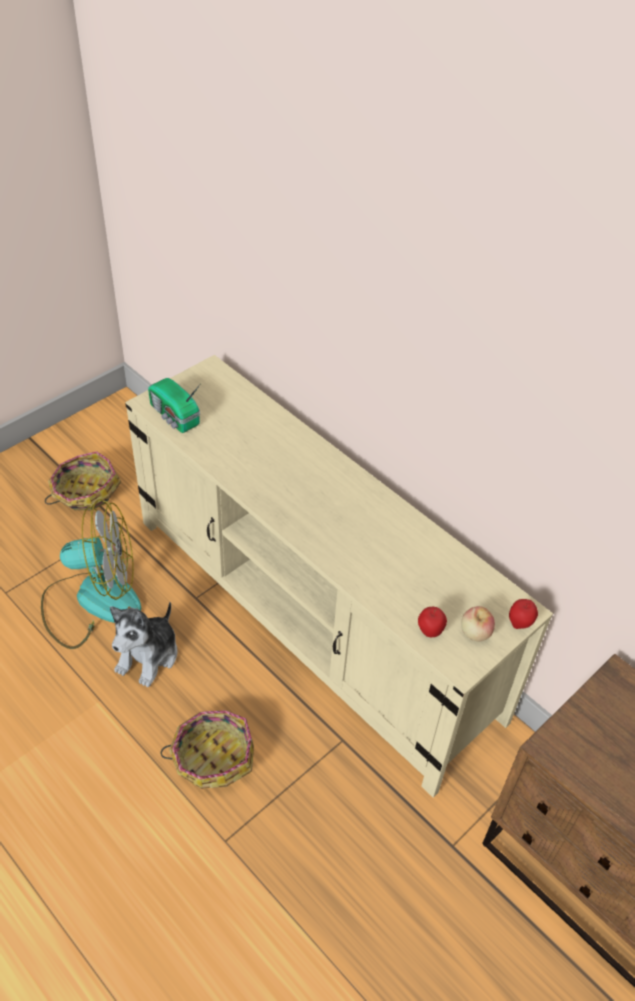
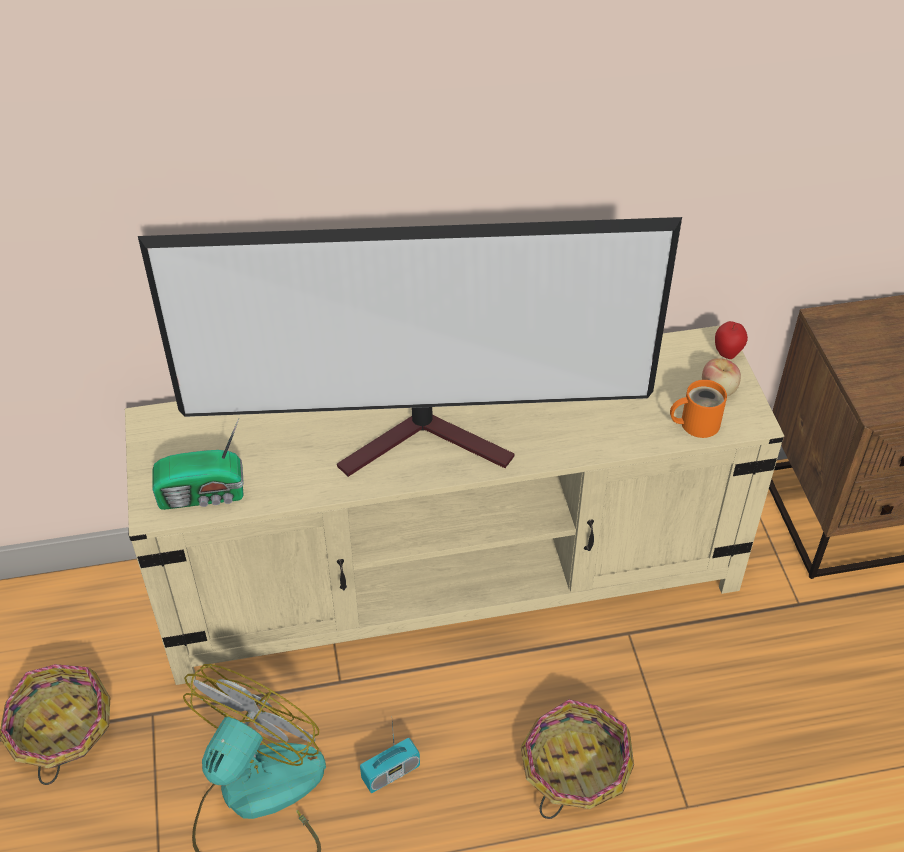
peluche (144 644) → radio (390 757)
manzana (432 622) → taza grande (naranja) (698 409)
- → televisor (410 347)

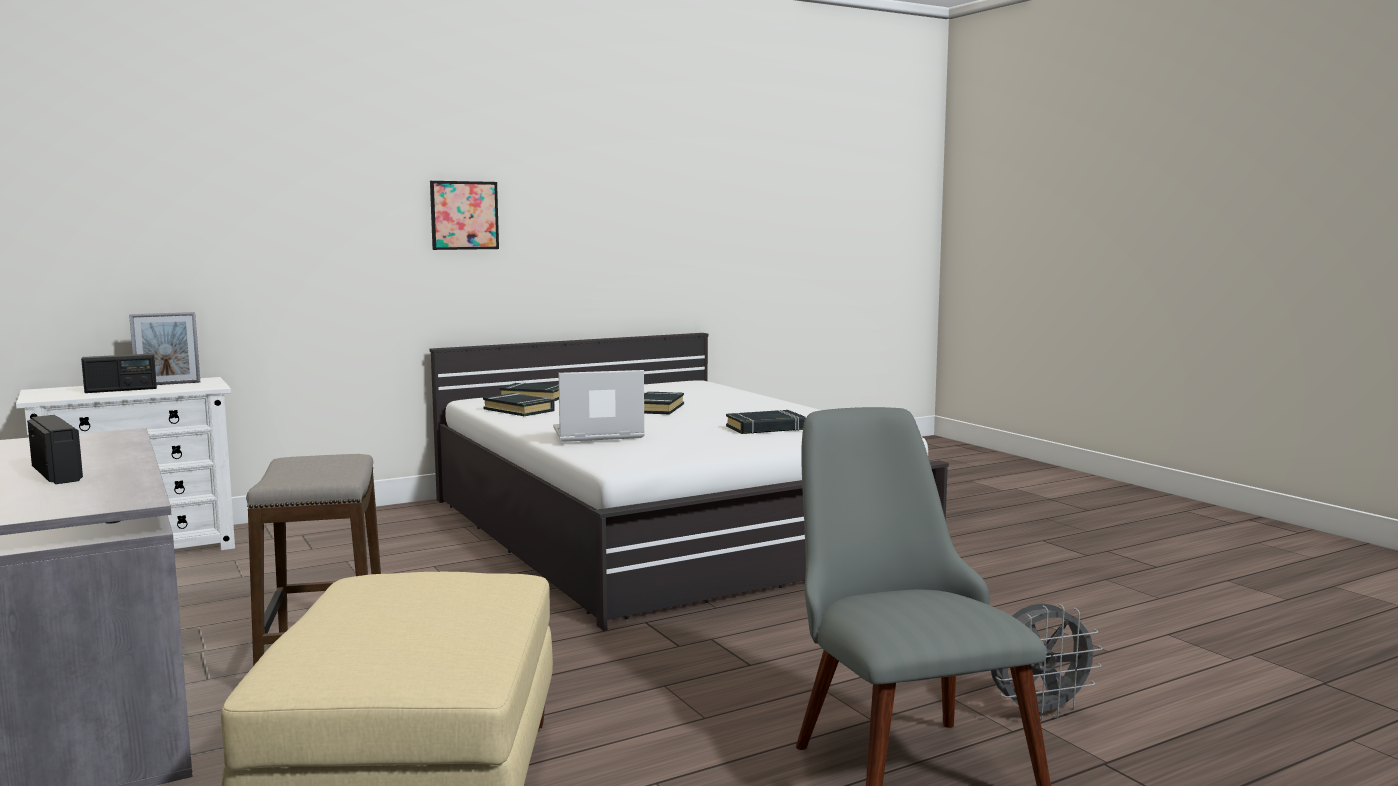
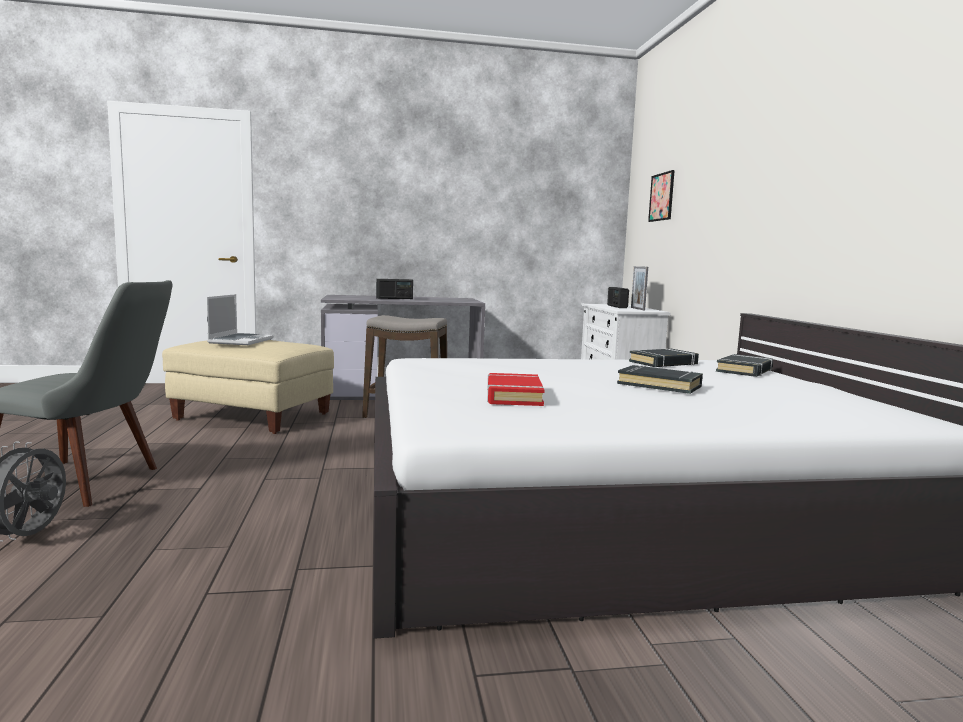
cuadro (464 215) → cuadro (661 196), shifted
portátil (599 406) → portátil (240 319), shifted
libro (negro) (766 422) → libro (rojo) (516 389)

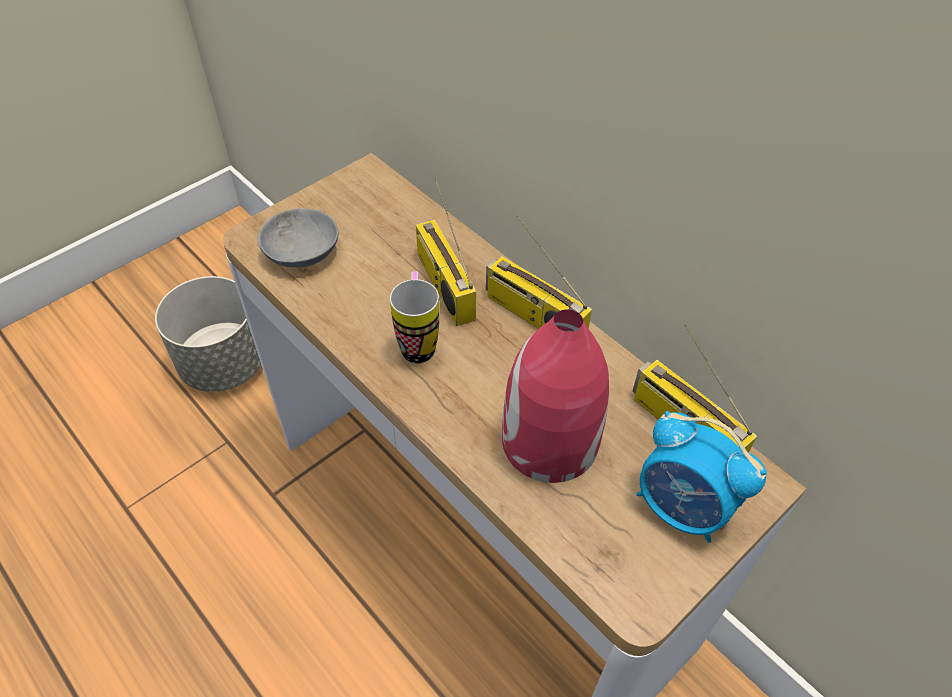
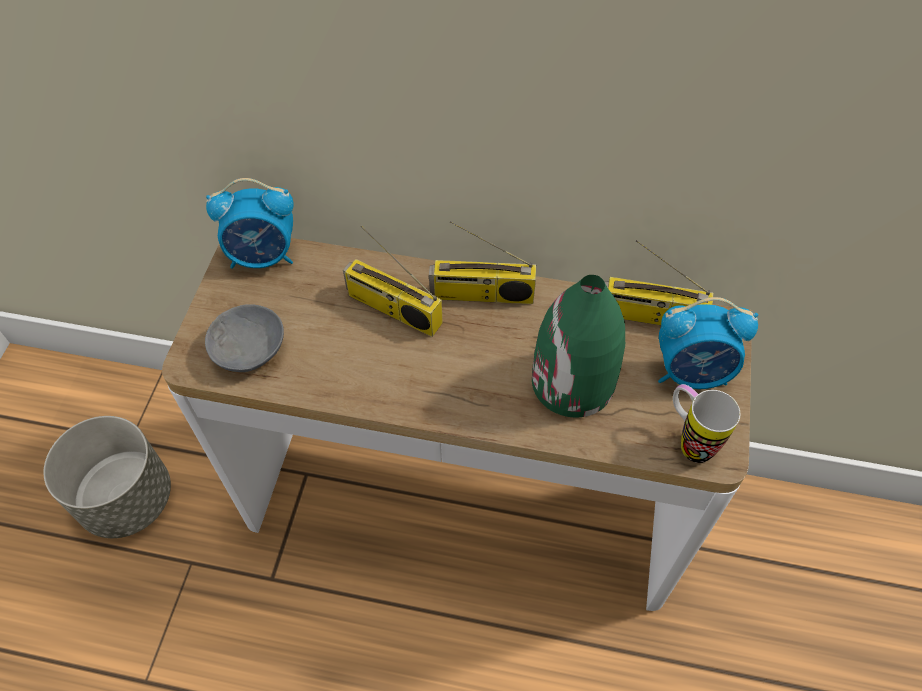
taza grande (414 317) → taza grande (706 423), shifted
florero (rojo) (555 396) → florero (verde) (578 346)
- → despertador (249 223)

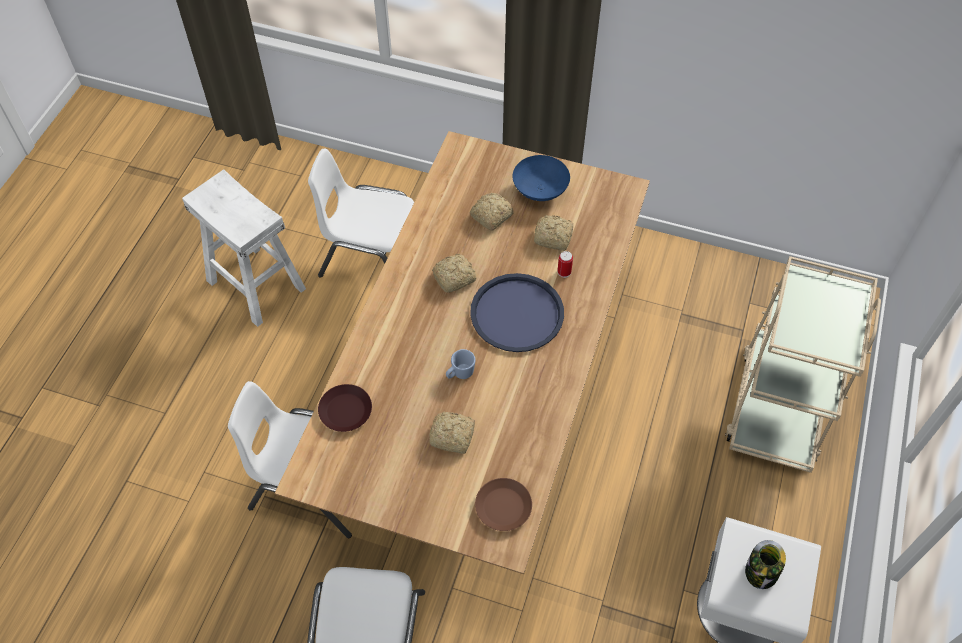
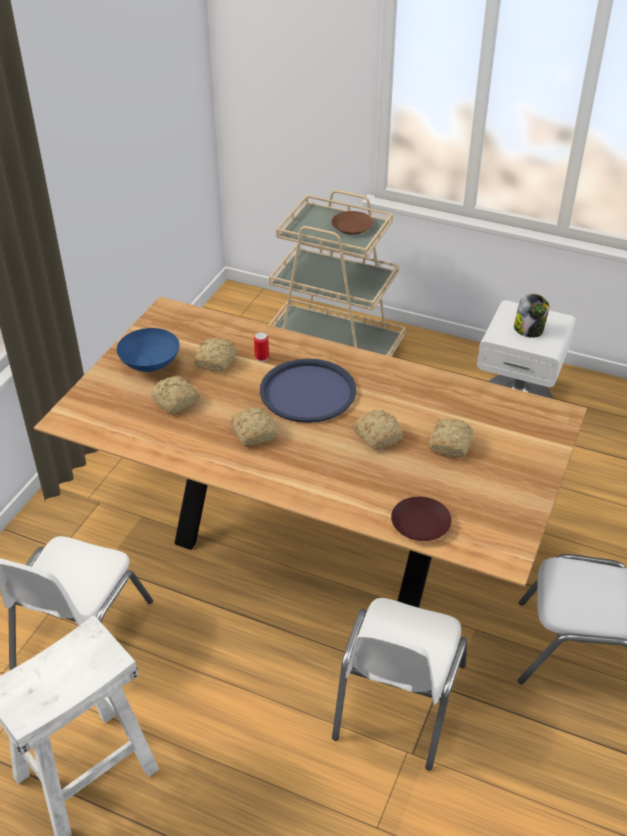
taza grande (azul) (460 364) → pan (378 430)
plato (marrón) (503 504) → plato (marrón) (352 223), shifted

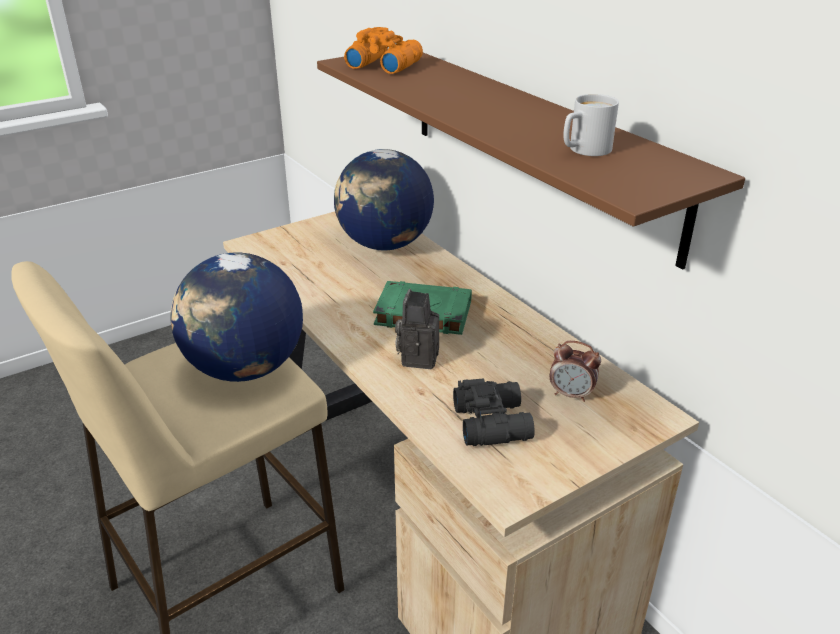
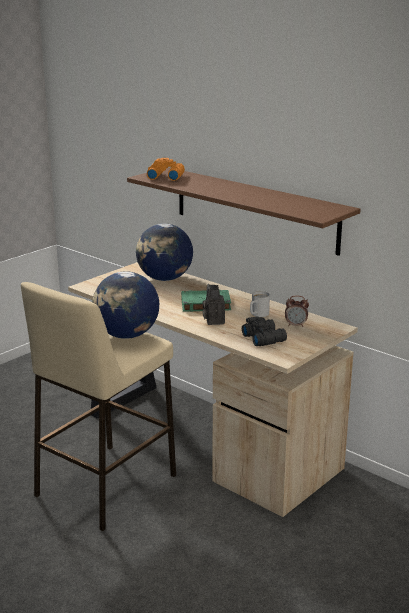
taza grande (blanco) (591 125) → taza grande (blanco) (260 304), shifted

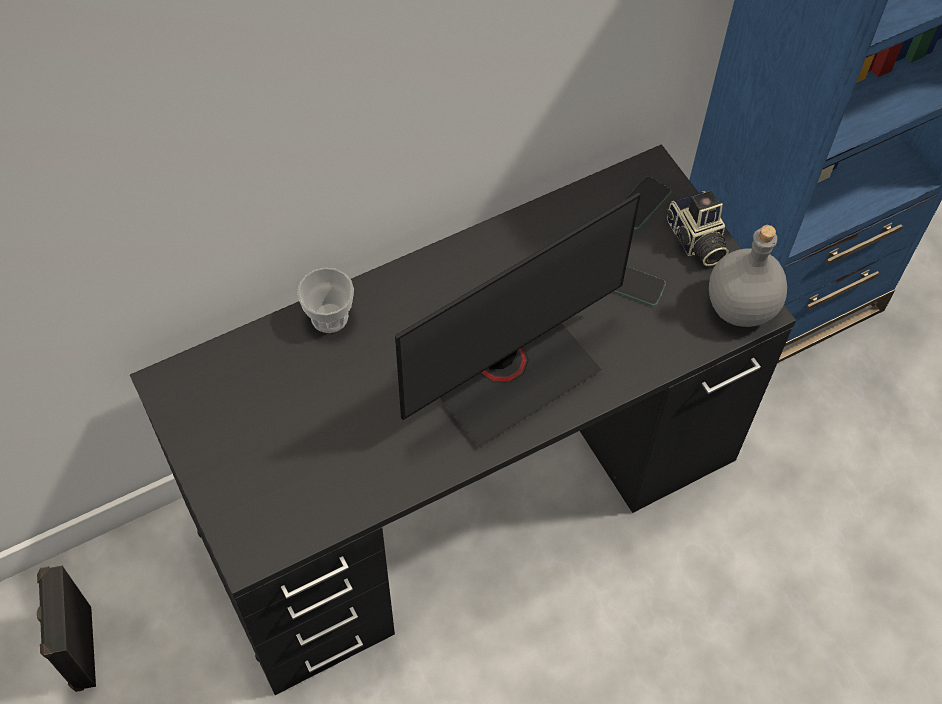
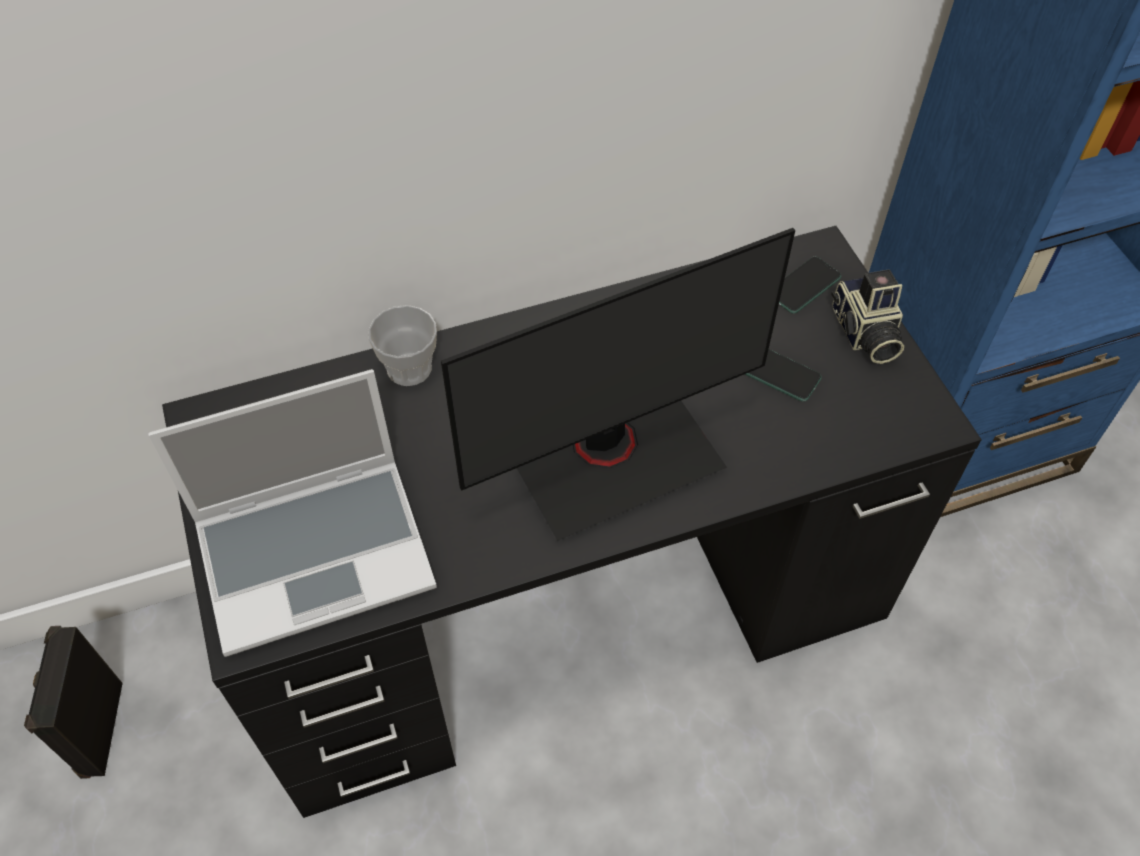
botella (gris) (748 276) → -
- → portátil (293 513)

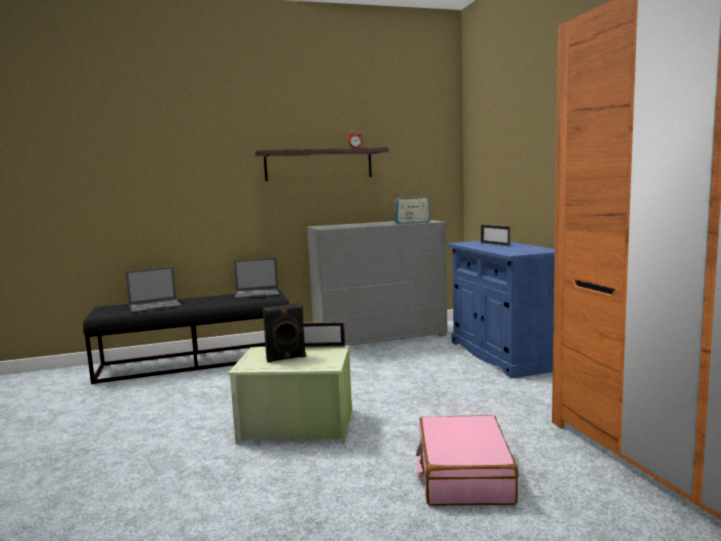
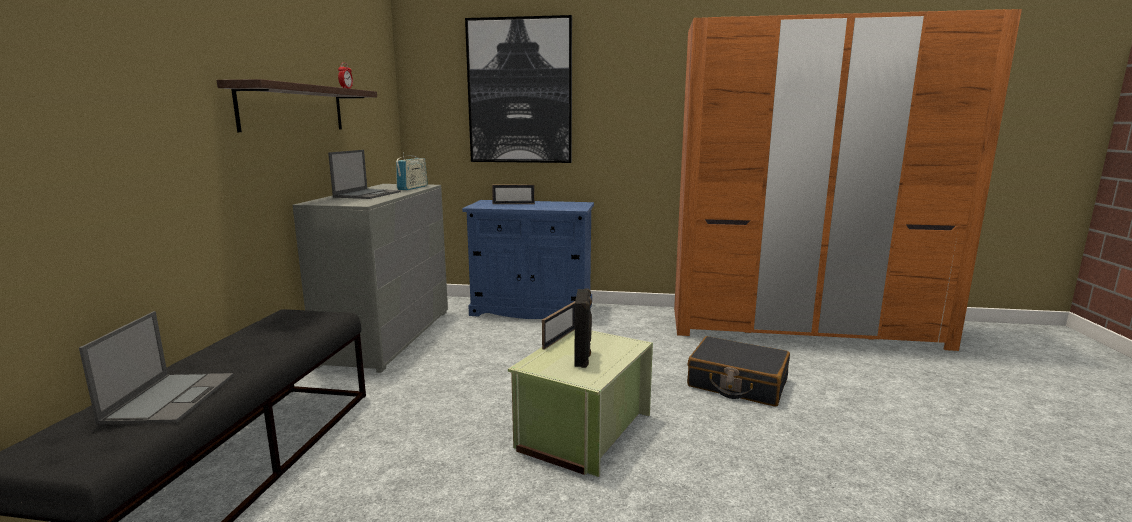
portátil (256 278) → portátil (364 174), shifted
maleta (rosa) (467 460) → maleta (negro) (738 371)
- → cuadro (518 89)

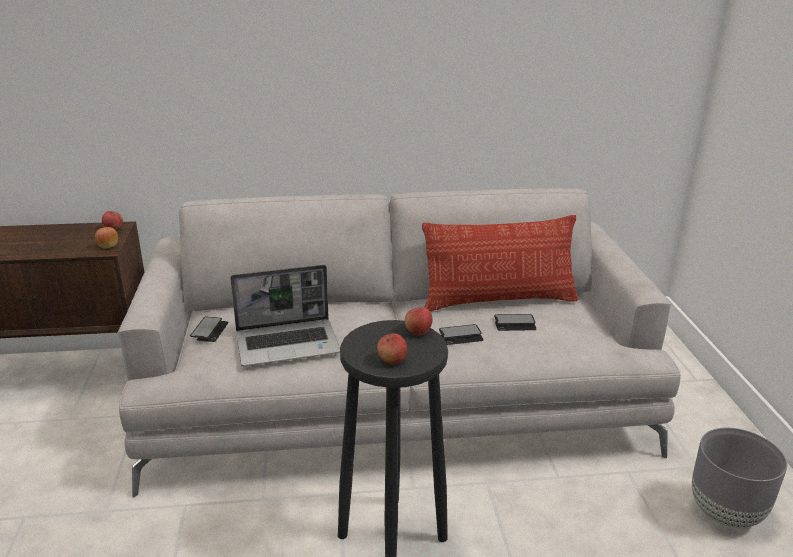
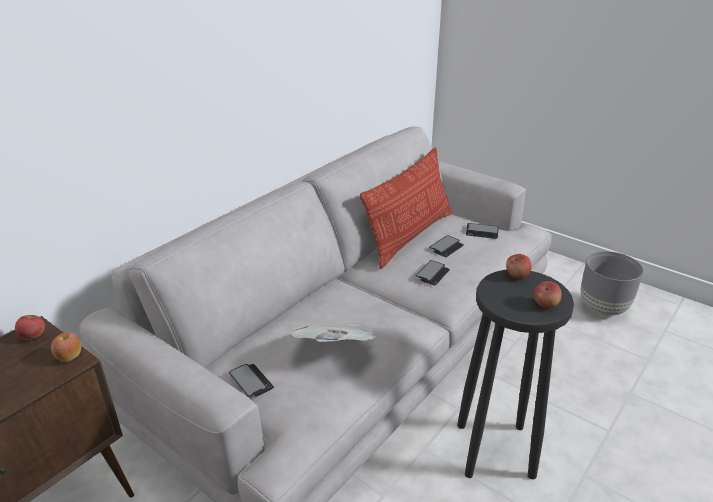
portátil (285 315) → periódico (334 333)
- → móvil (482 231)

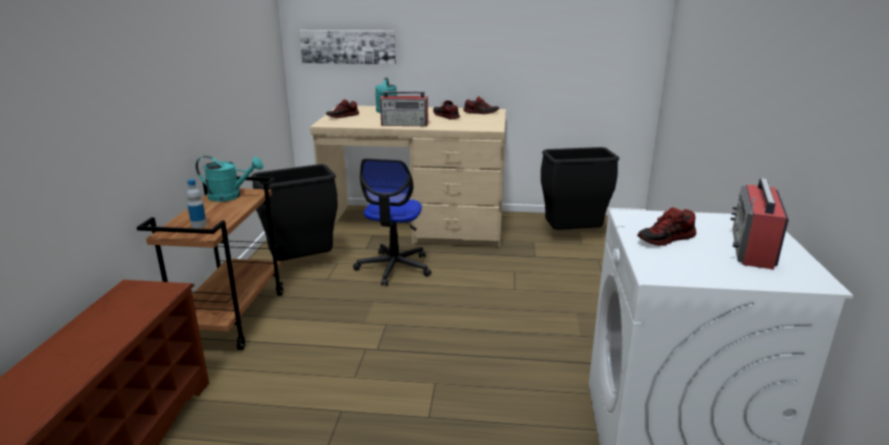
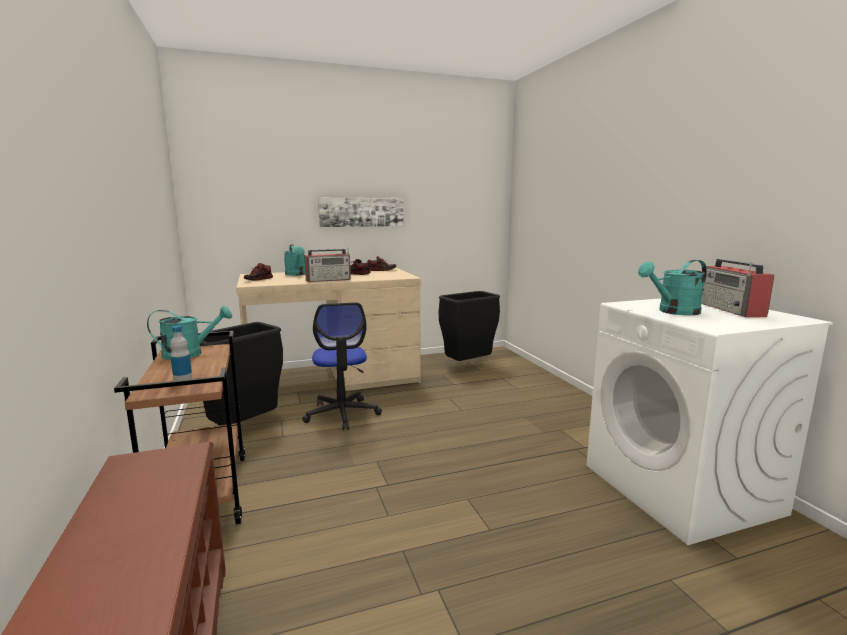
cuadro (347 47) → cuadro (360 212), shifted
zapato (666 226) → regadera (turquesa) (672 287)

